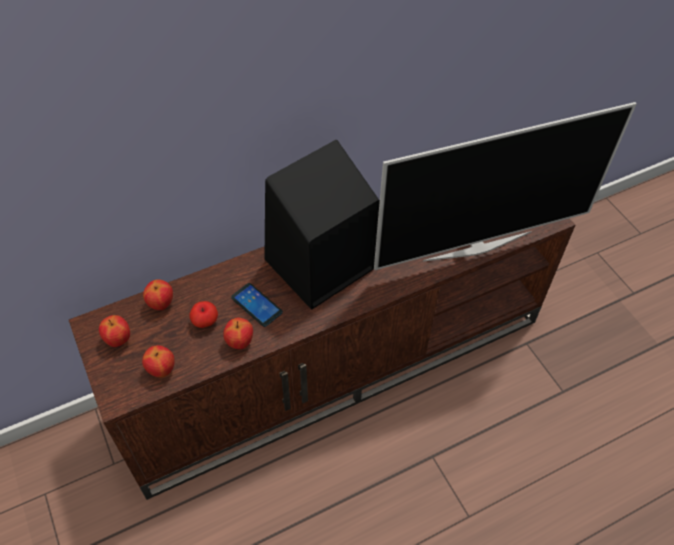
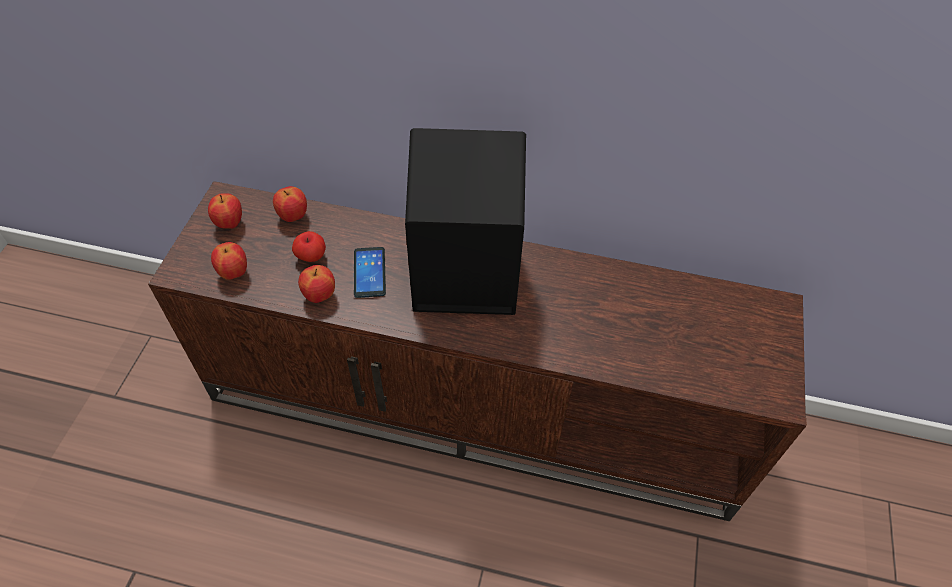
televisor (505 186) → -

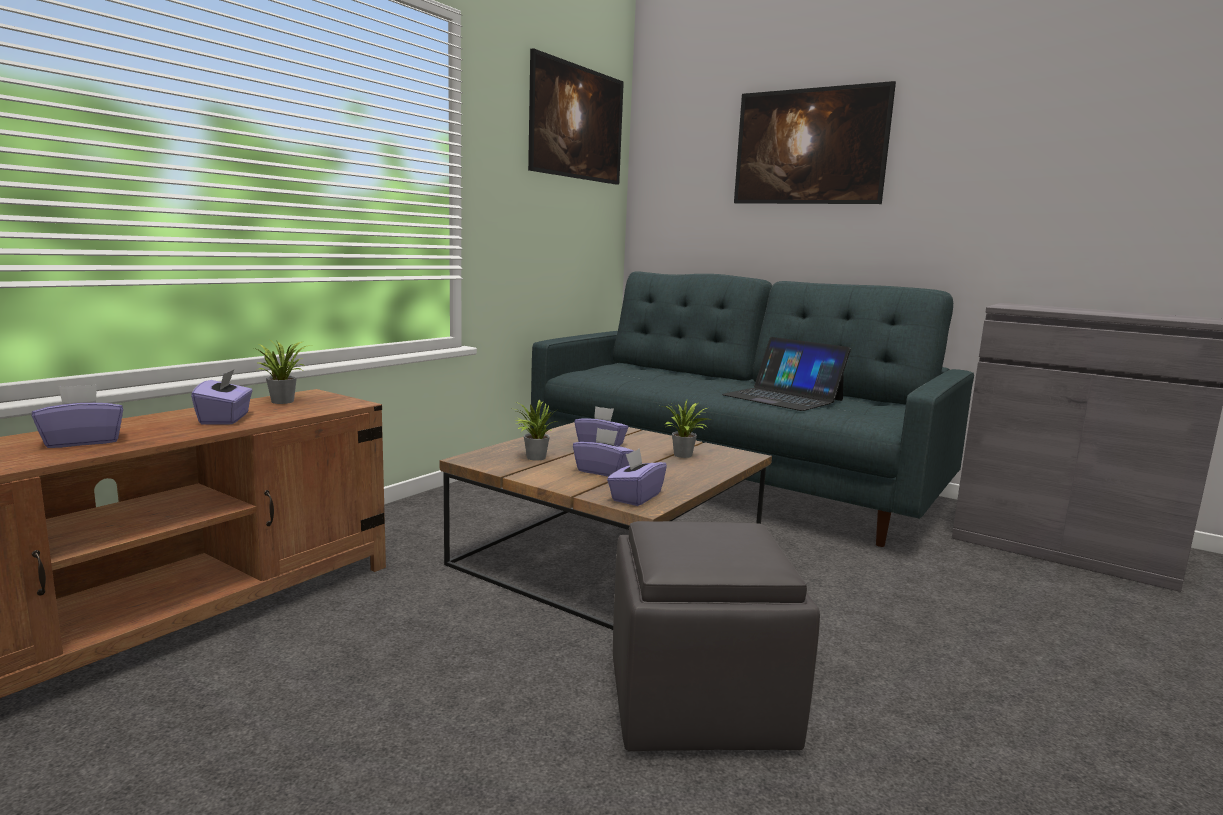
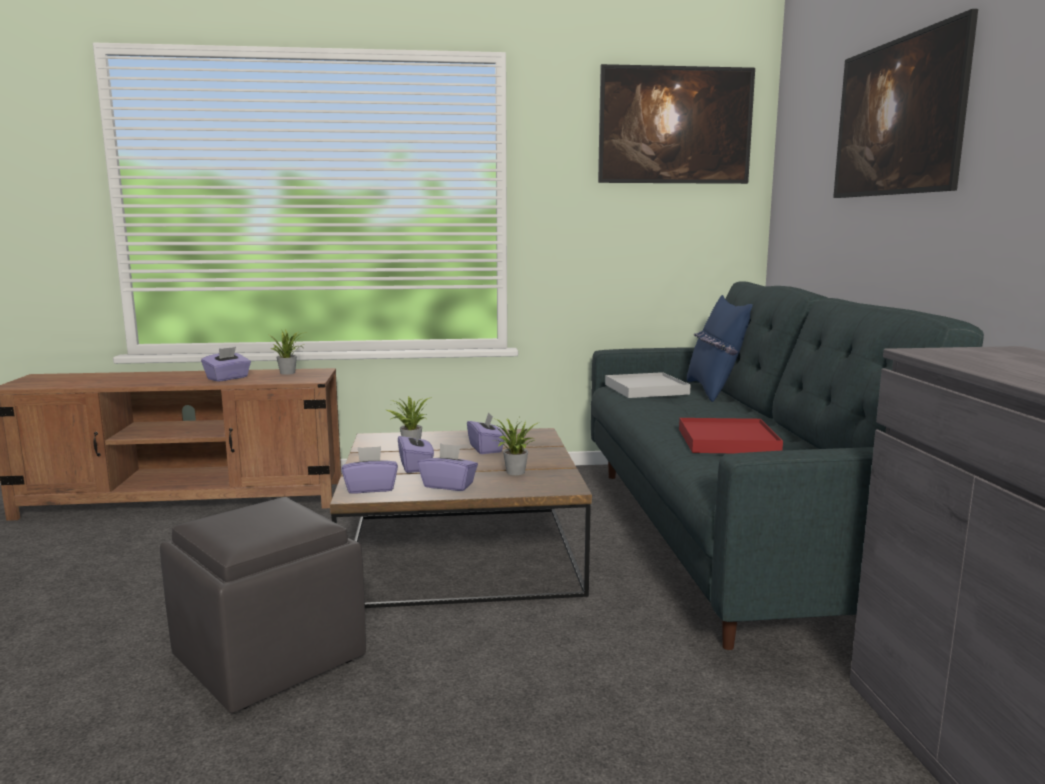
caja de pañuelos (morado) (77 416) → caja de pañuelos (morado) (448 467), shifted
portátil (786 374) → bandeja (rojo) (731 435)
- → bandeja (blanco) (648 385)
- → cojín (azul) (720 348)

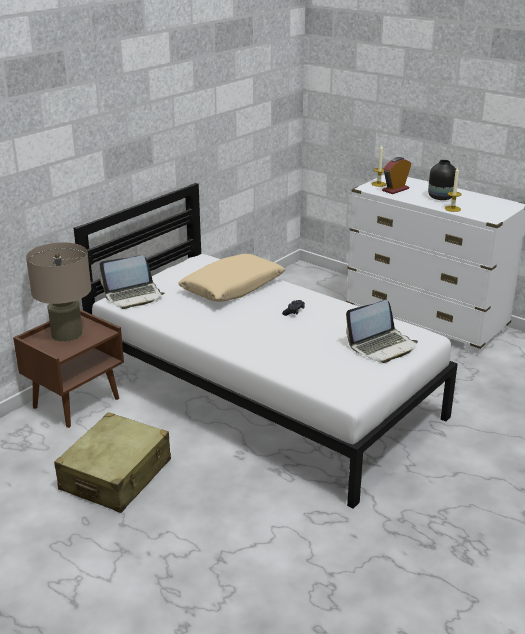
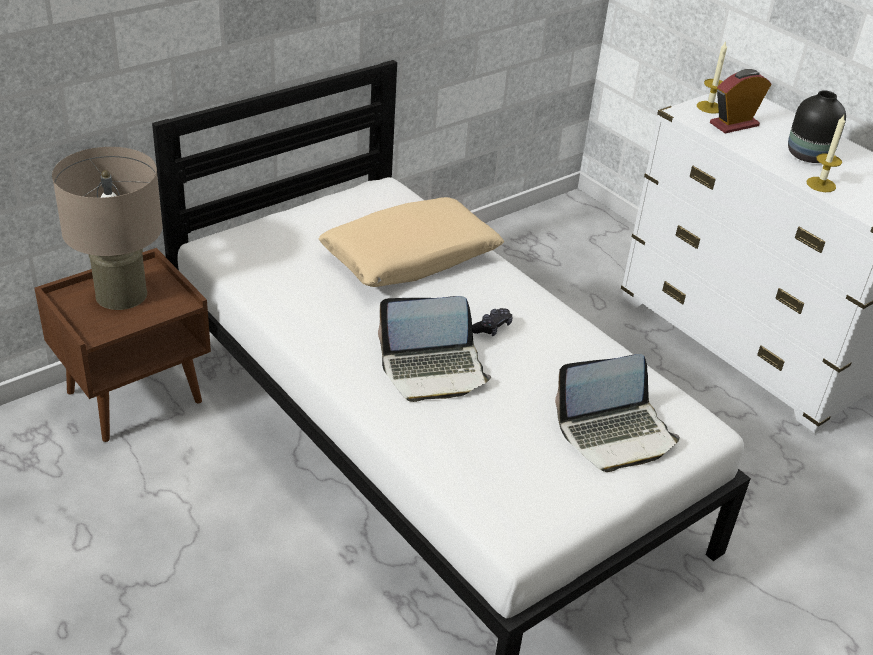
maleta (beis) (112 462) → -
portátil (131 282) → portátil (434 349), shifted

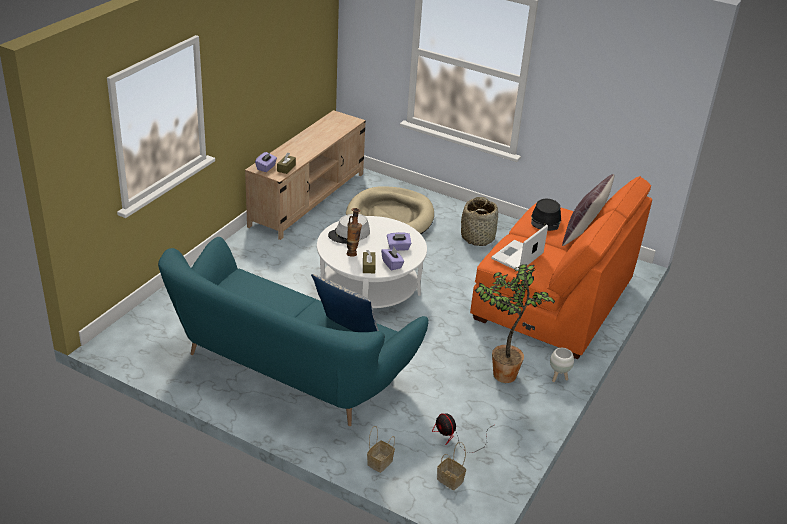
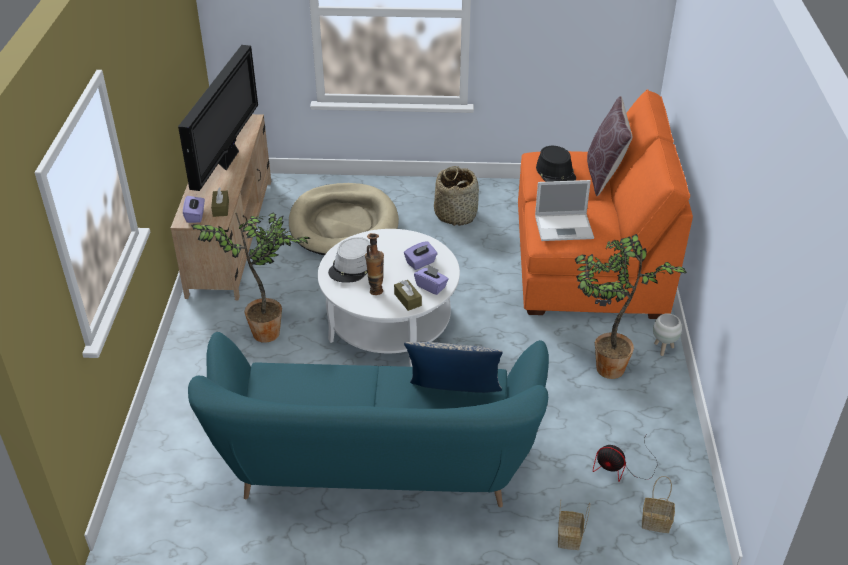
portátil (519 247) → portátil (564 210), 105 degrees counterclockwise
- → televisor (218 118)
- → planta en maceta (251 277)

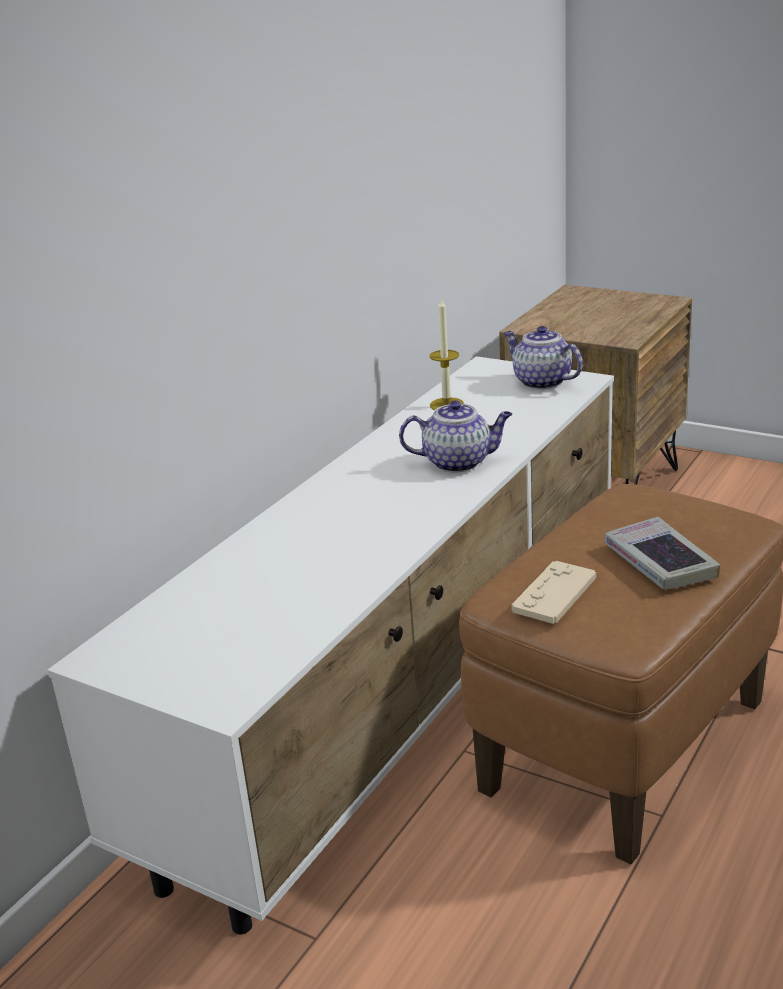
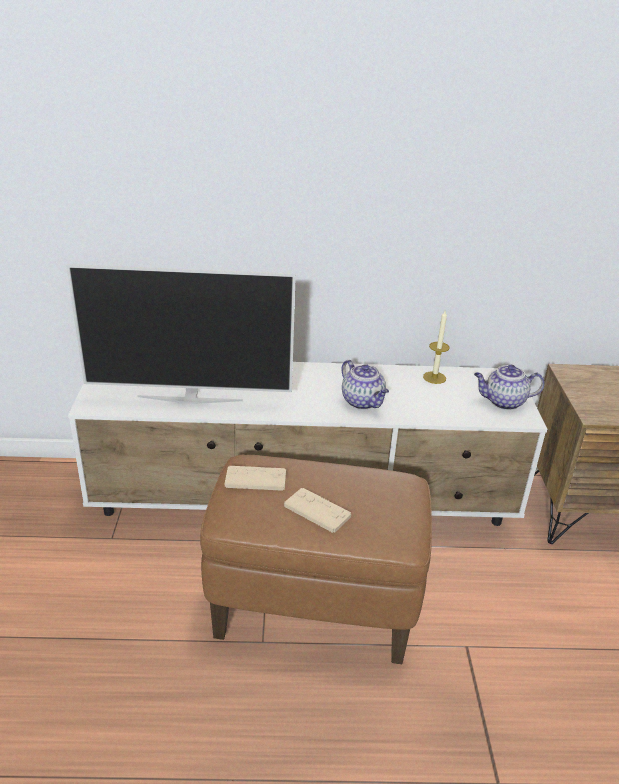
tetera (543 358) → tetera (509 387), 105 degrees counterclockwise
libro (662 553) → mando de consola (beis) (317 510)
- → televisor (181 334)

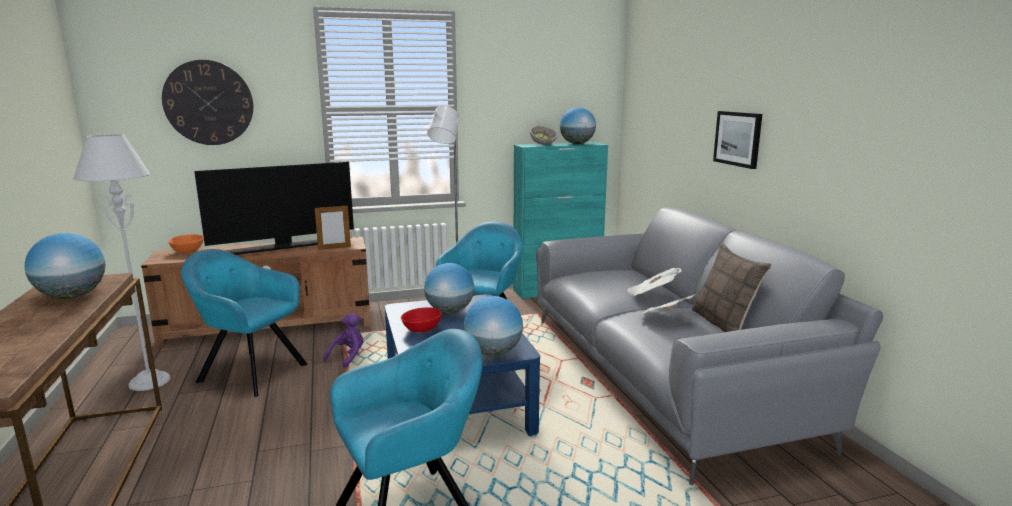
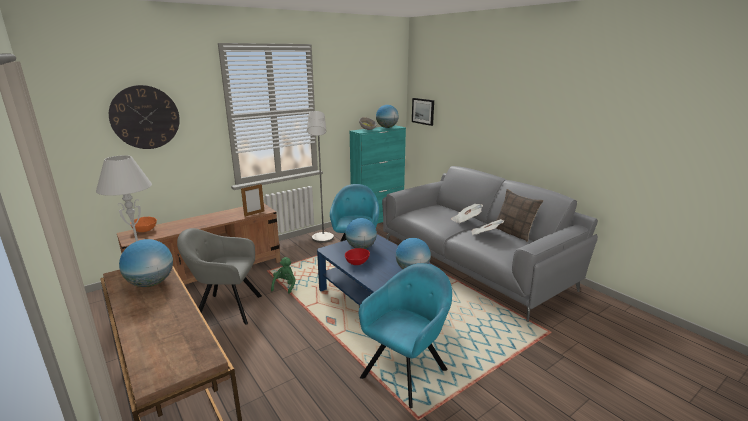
sillón (turquesa) (244 323) → sillón (gris) (219 276)
televisor (274 208) → -
peluche (morado) (343 340) → peluche (verde) (283 275)
cuadro (737 140) → cuadro (423 112), shifted

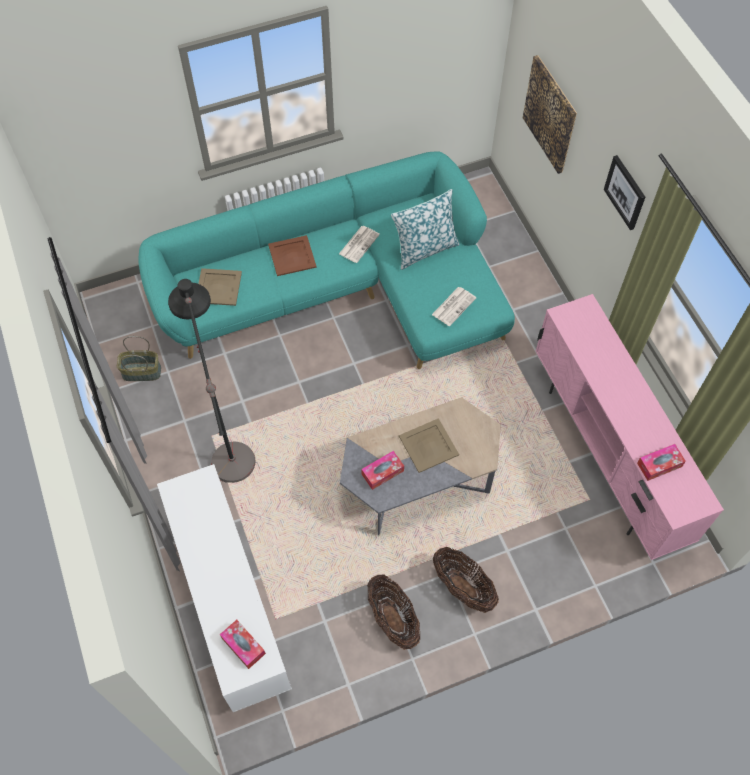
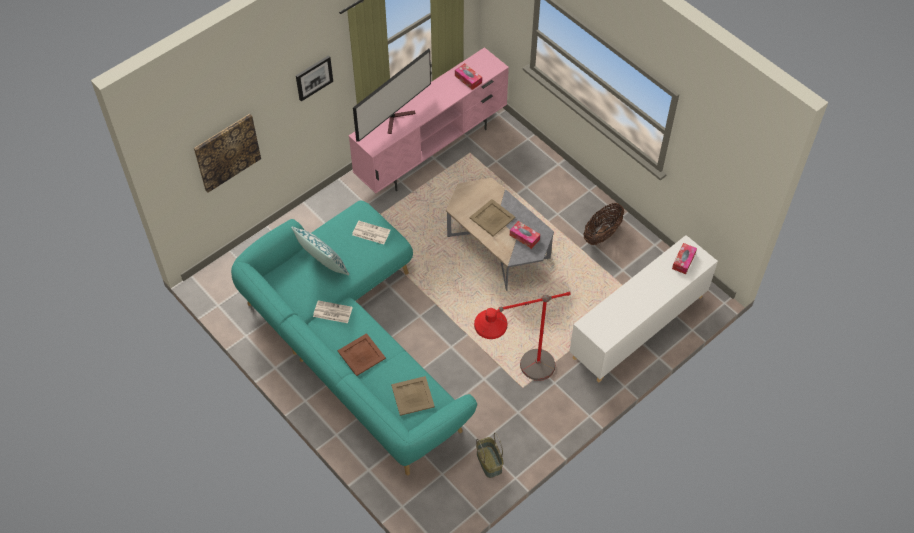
lámpara de pie (negro) (212 381) → lámpara de pie (rojo) (522 336)
cesta (466 580) → -
- → televisor (392 95)

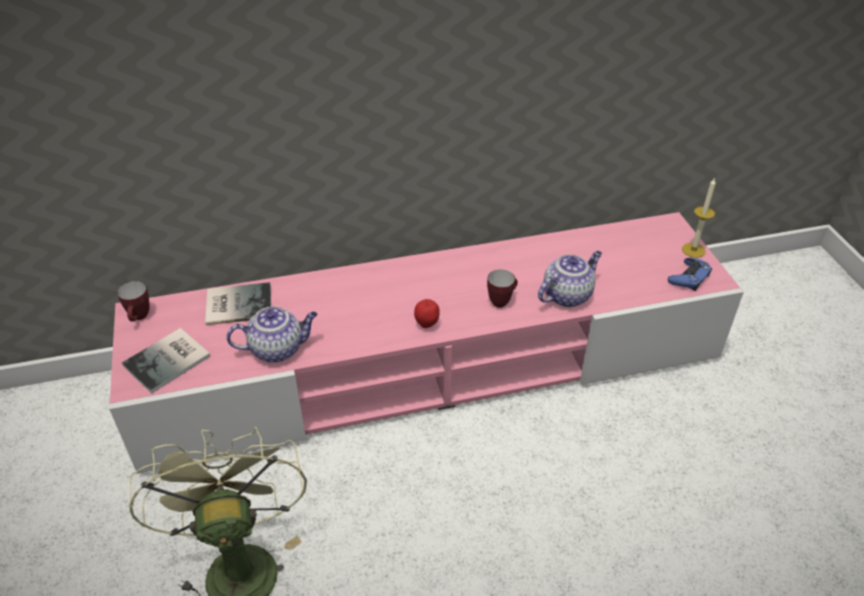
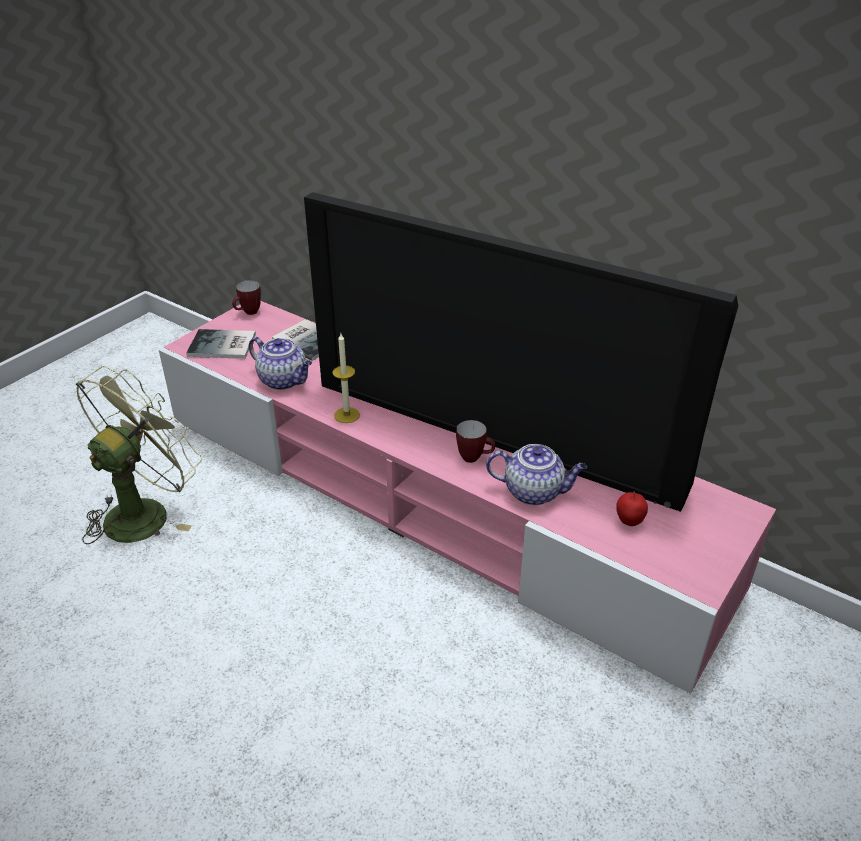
manzana (427 313) → manzana (632 508), shifted
mando de consola (azul) (690 274) → -
vela (699 218) → vela (346 378), shifted
- → televisor (521 352)

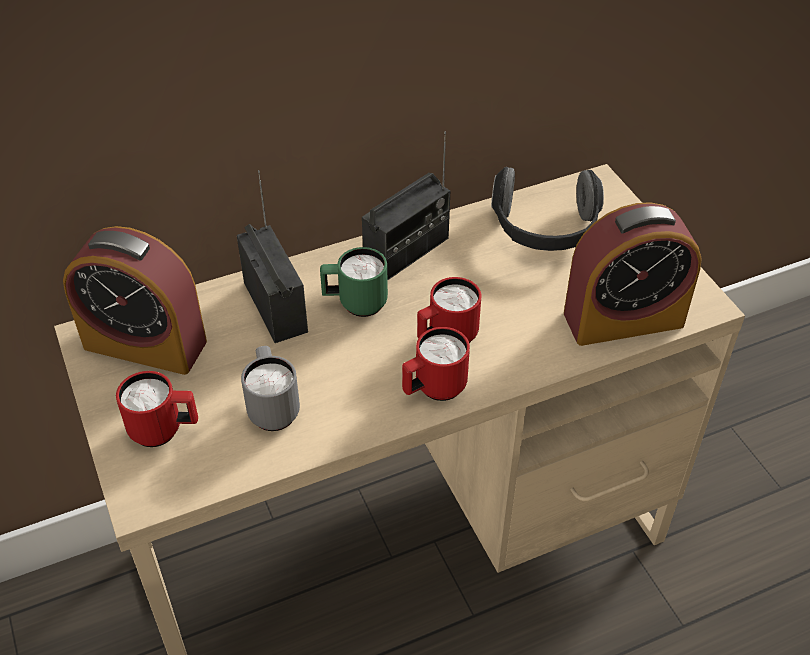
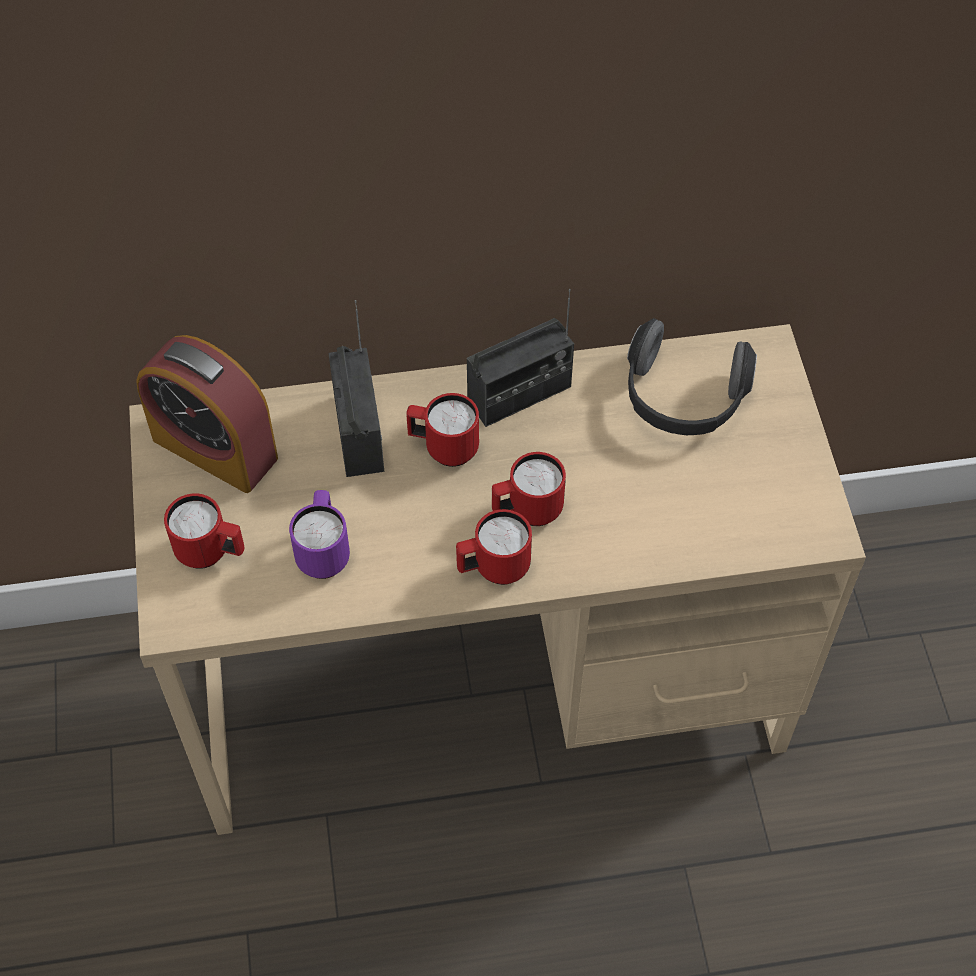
taza grande (gris) (270 388) → taza grande (morado) (319 534)
taza grande (verde) (354 282) → taza grande (rojo) (442 430)
despertador (633 274) → -

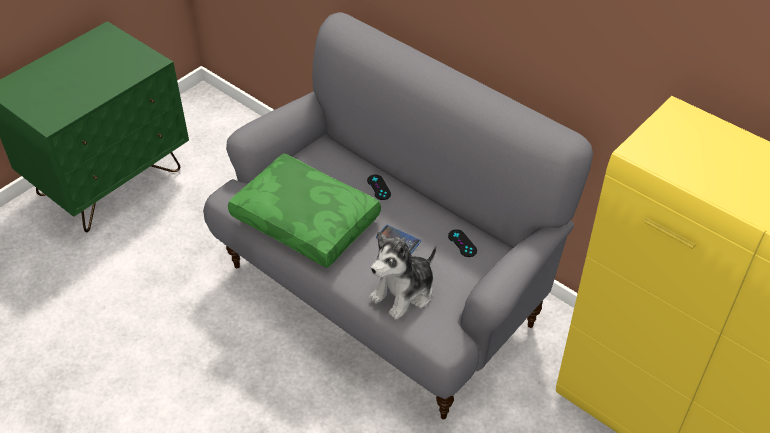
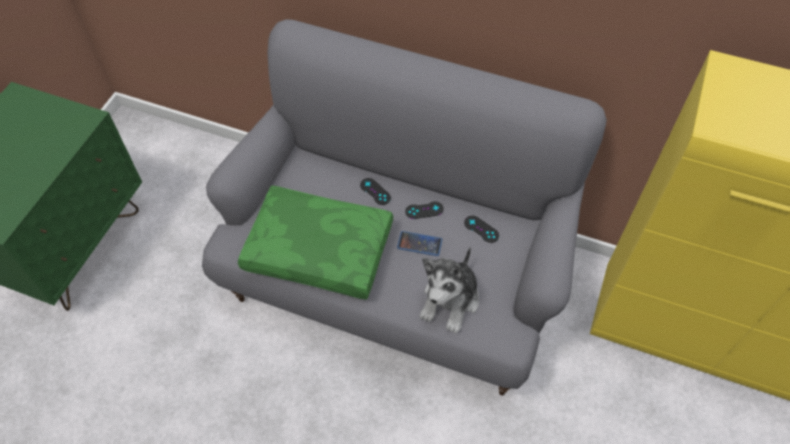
- → mando de consola (negro) (424 210)

